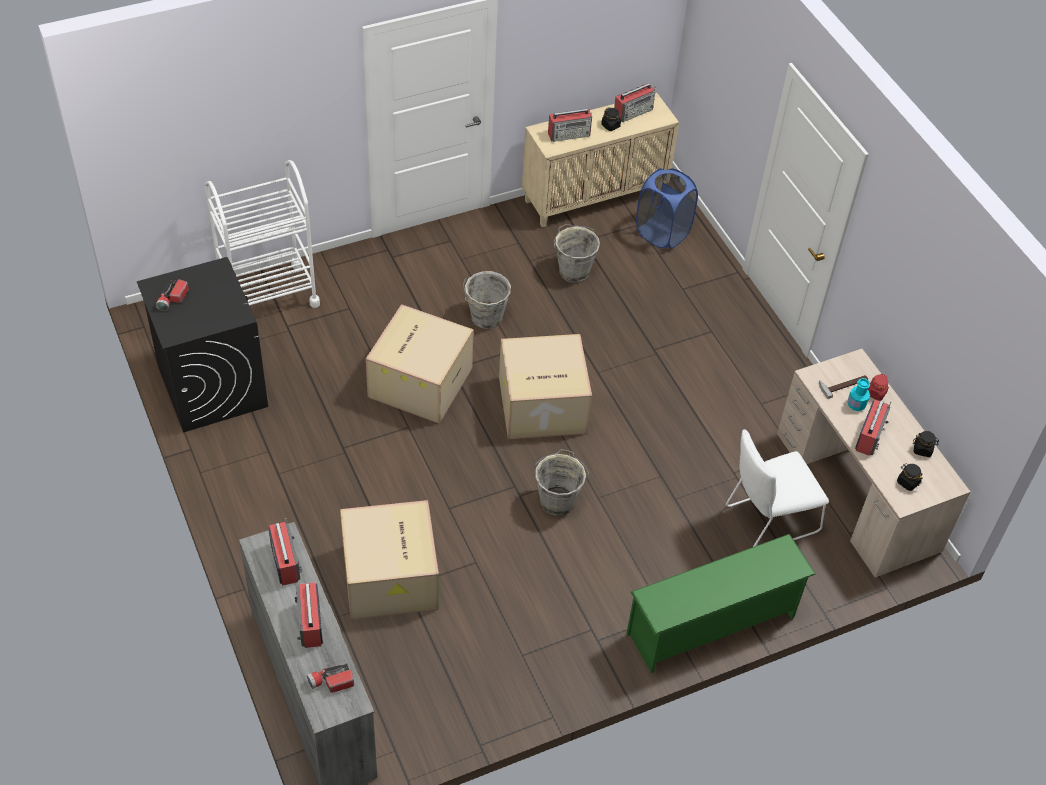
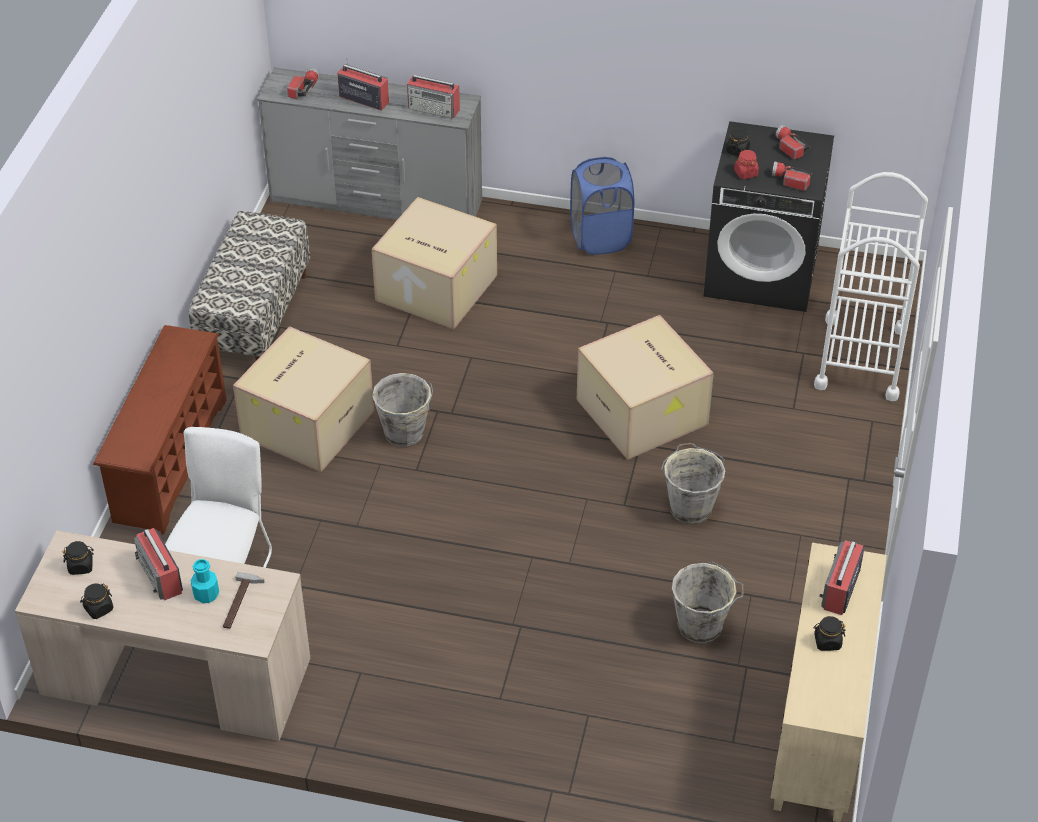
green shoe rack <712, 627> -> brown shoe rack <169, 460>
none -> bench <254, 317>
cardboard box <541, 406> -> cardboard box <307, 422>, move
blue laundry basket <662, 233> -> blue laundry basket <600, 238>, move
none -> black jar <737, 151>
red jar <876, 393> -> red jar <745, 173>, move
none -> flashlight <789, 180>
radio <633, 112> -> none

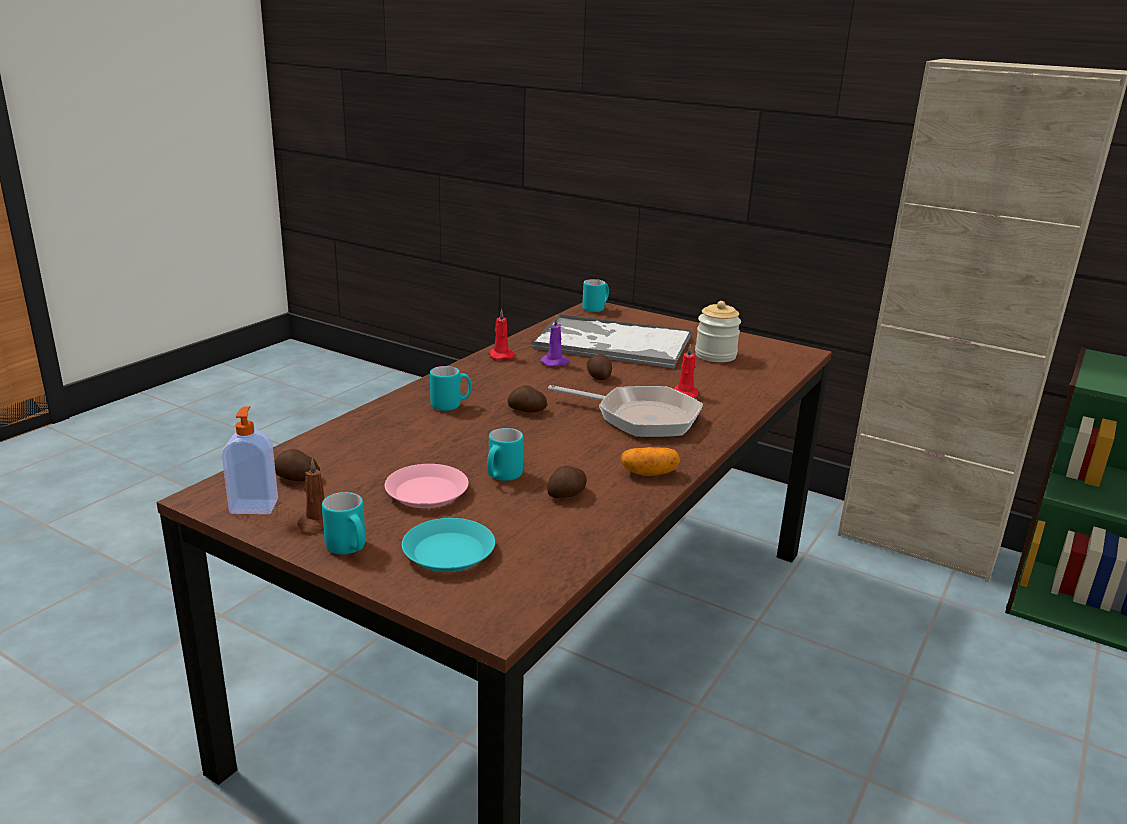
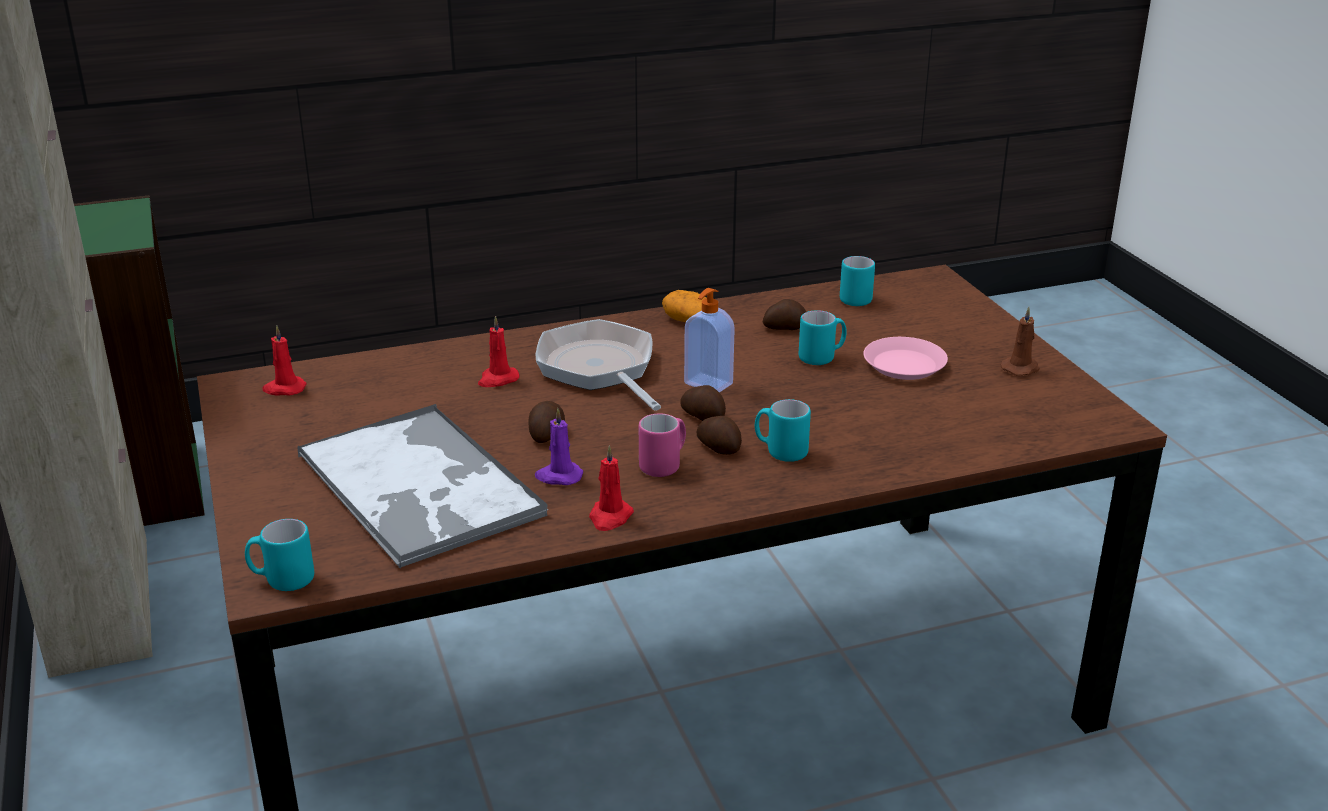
none -> red candle <284, 389>
none -> pink mug <664, 465>
soap dispenser <254, 506> -> soap dispenser <707, 384>, move
potato <296, 478> -> potato <719, 447>, move
turquoise mug <349, 549> -> turquoise mug <854, 298>, move
turquoise plate <448, 552> -> none
jar <715, 355> -> none

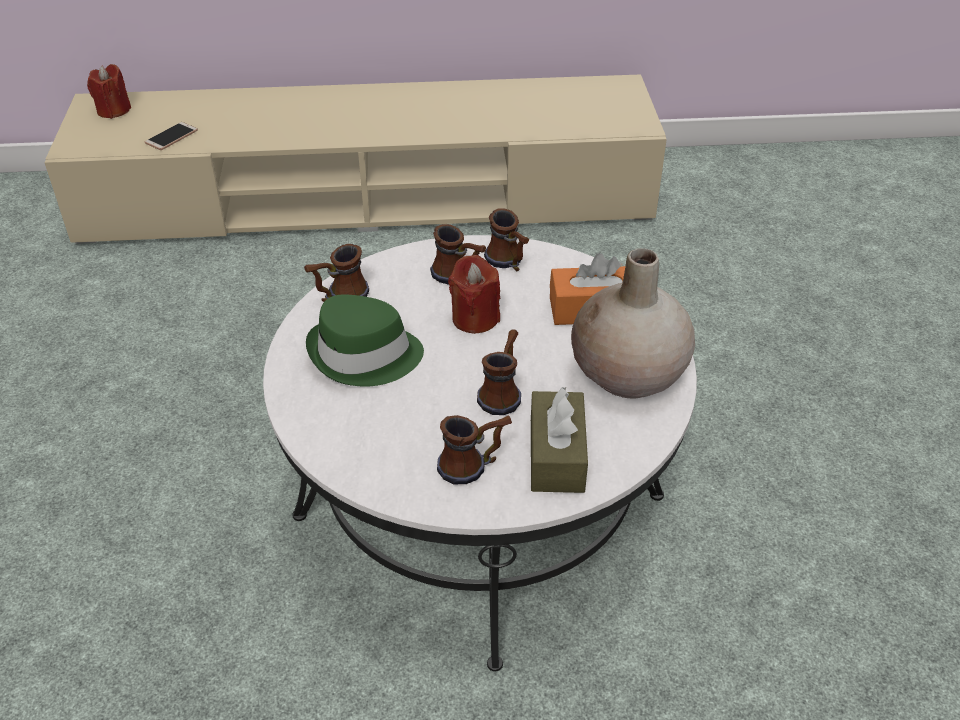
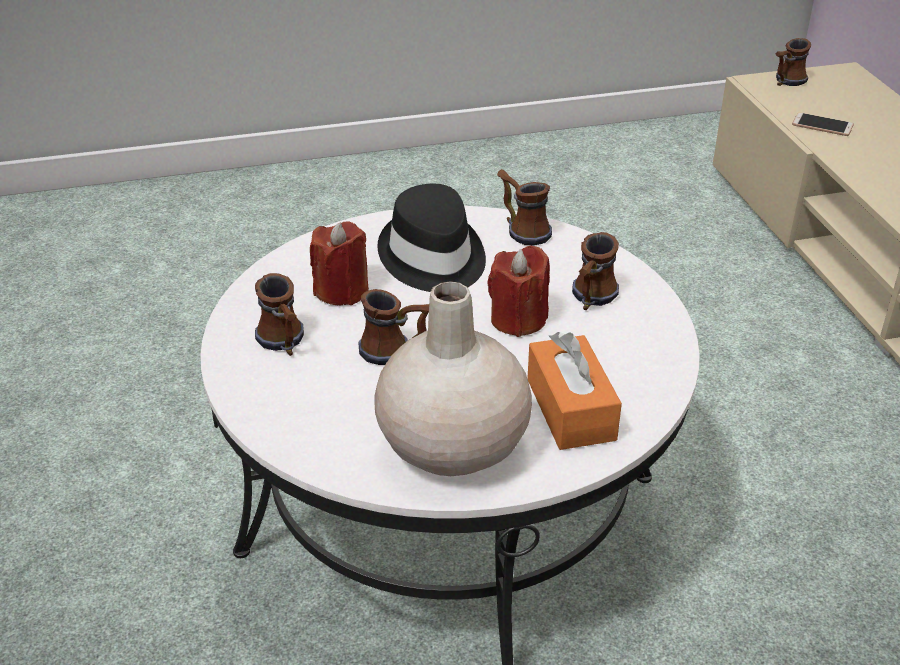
red candle <113, 110> -> red candle <342, 291>, move
green hat <364, 356> -> black hat <432, 258>
mug <508, 263> -> mug <786, 82>, move
brown tissue box <556, 455> -> none

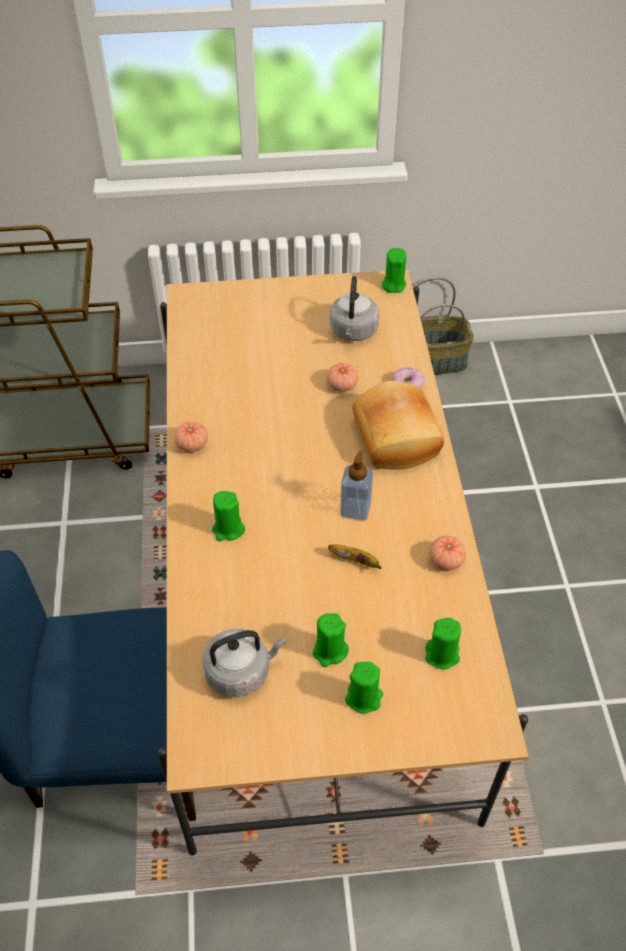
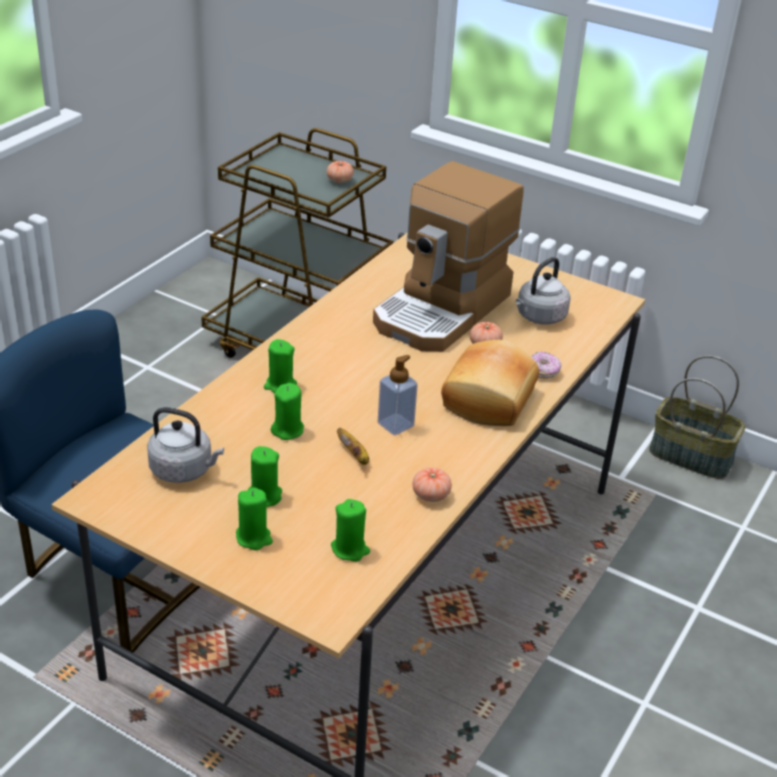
green candle <393, 285> -> green candle <288, 430>, move
tomato <192, 444> -> tomato <339, 180>, move
none -> coffee machine <443, 311>

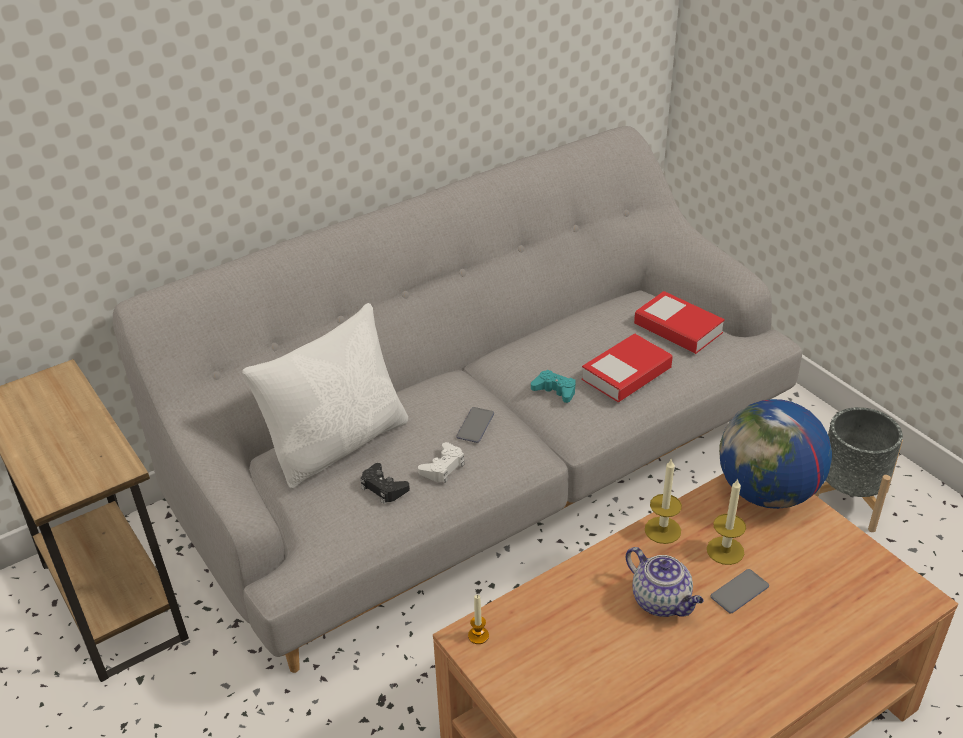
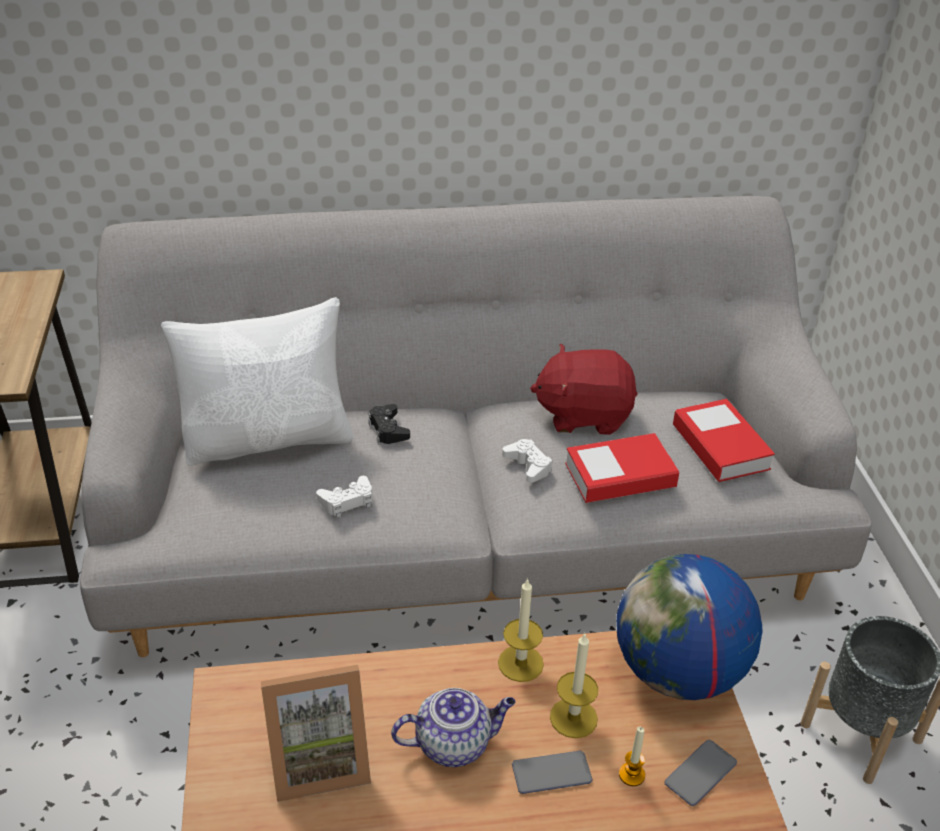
none -> picture frame <319, 761>
black game controller <383, 488> -> black game controller <388, 429>, move
teapot <662, 601> -> teapot <454, 743>, 90 degrees counterclockwise
turquoise game controller <555, 390> -> white game controller <528, 465>
none -> red plush toy <583, 415>
candle <478, 636> -> candle <631, 775>, move
phone <475, 426> -> phone <700, 773>, move

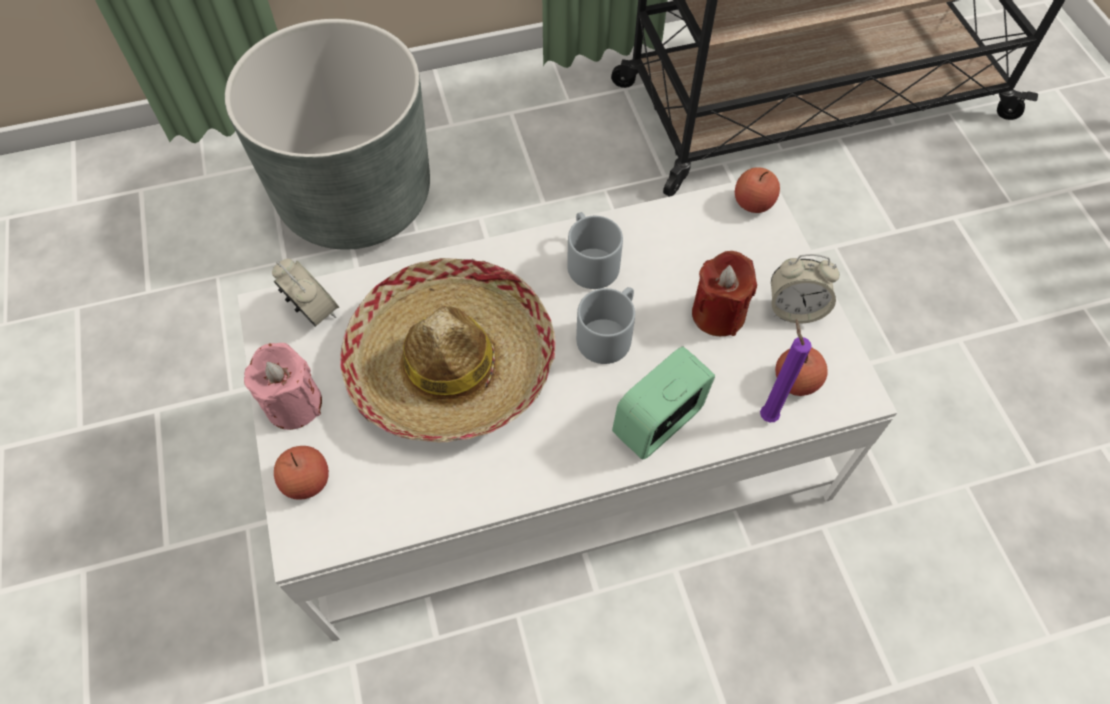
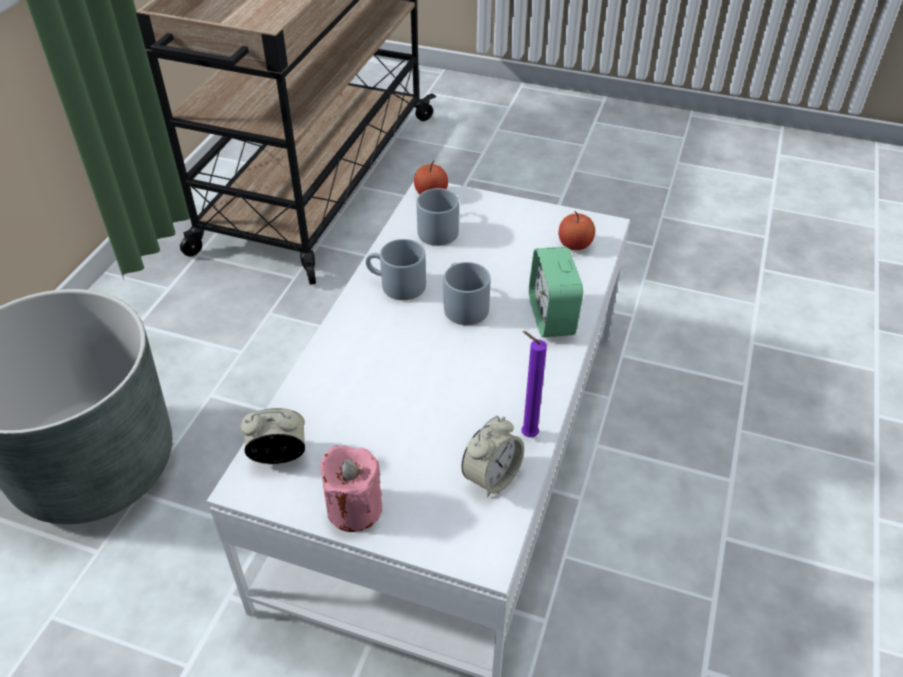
none -> grey mug <438, 228>
alarm clock <794, 308> -> alarm clock <491, 478>, move
purple candle <766, 414> -> purple candle <526, 434>, move
apple <307, 481> -> none
hat <451, 363> -> none
red candle <718, 314> -> none

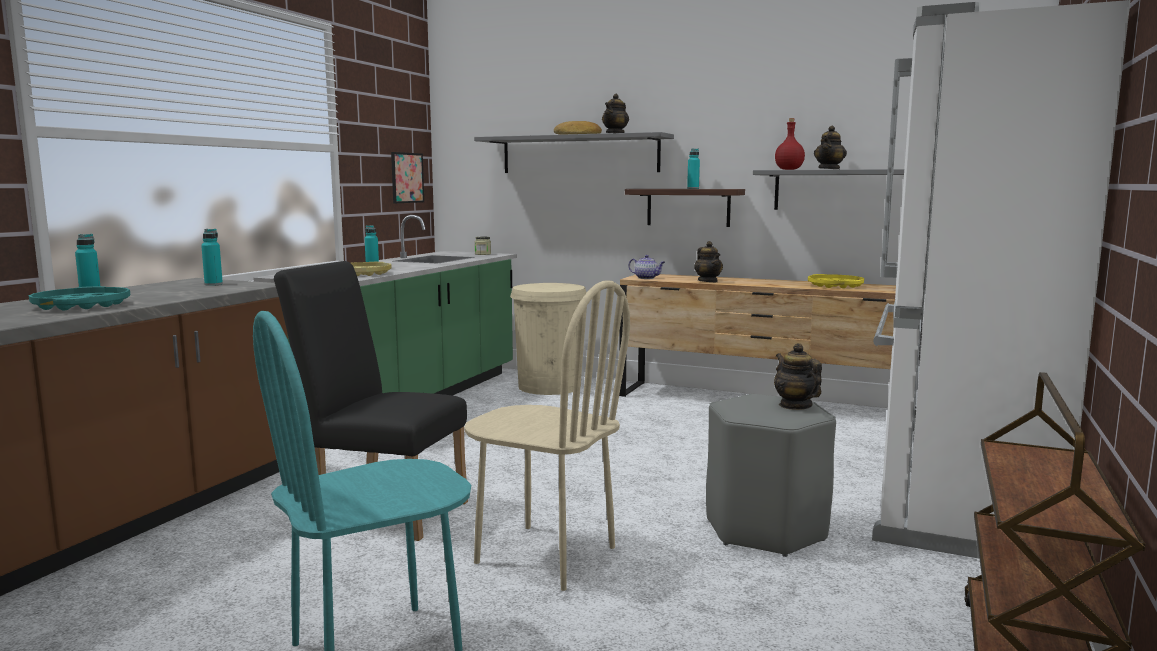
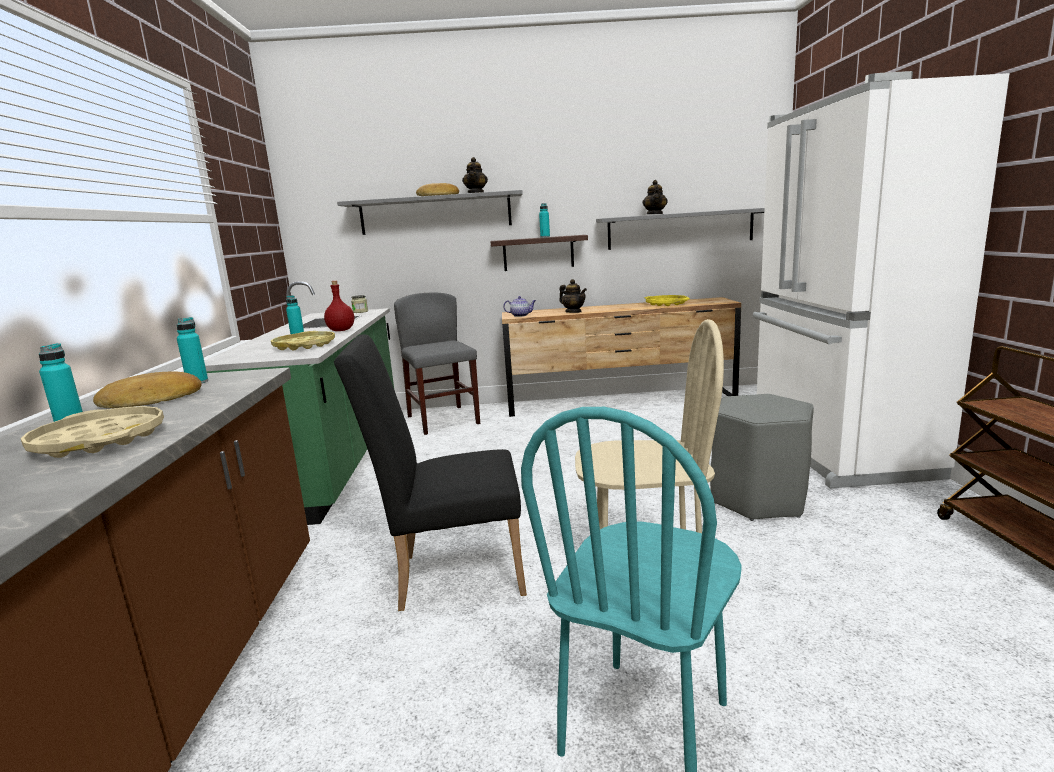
turquoise tray <82, 305> -> beige tray <100, 440>
none -> bread <153, 399>
red bottle <789, 169> -> red bottle <341, 330>, move
beige trash can <549, 386> -> grey chair <443, 420>
picture <407, 177> -> none
teapot <795, 406> -> none

